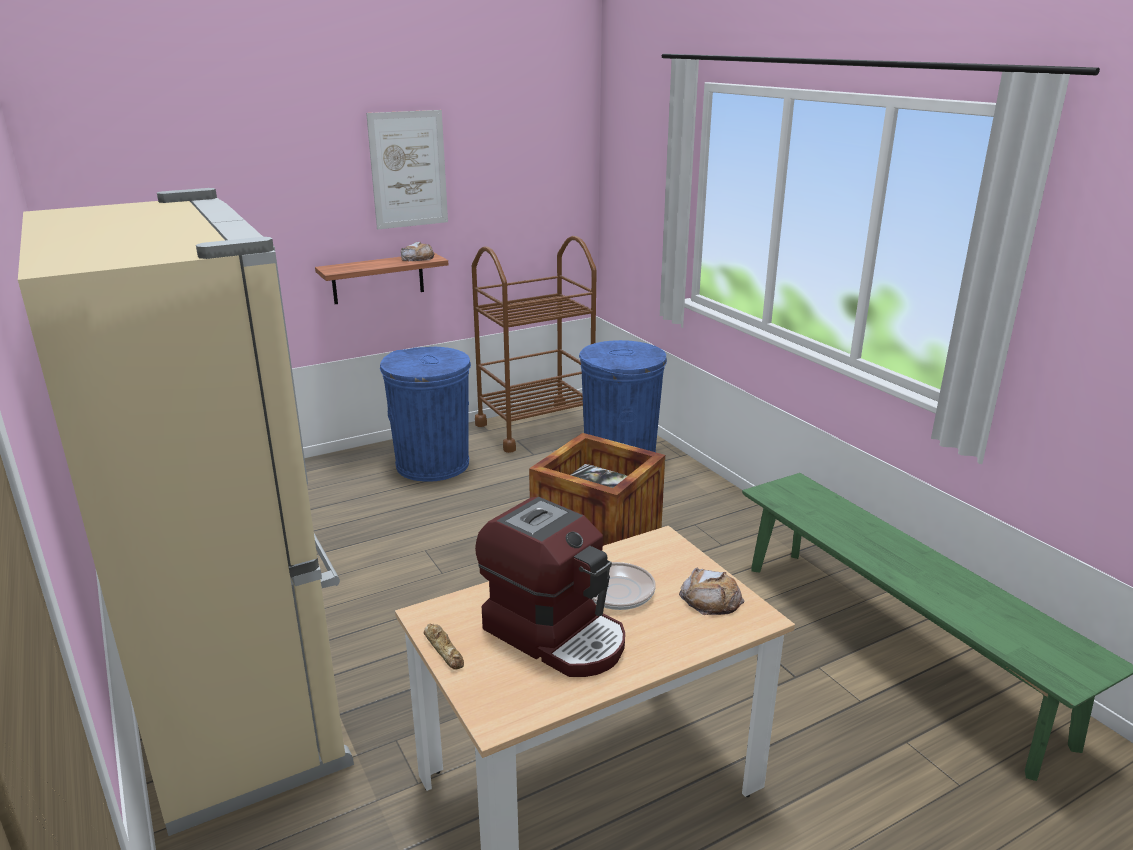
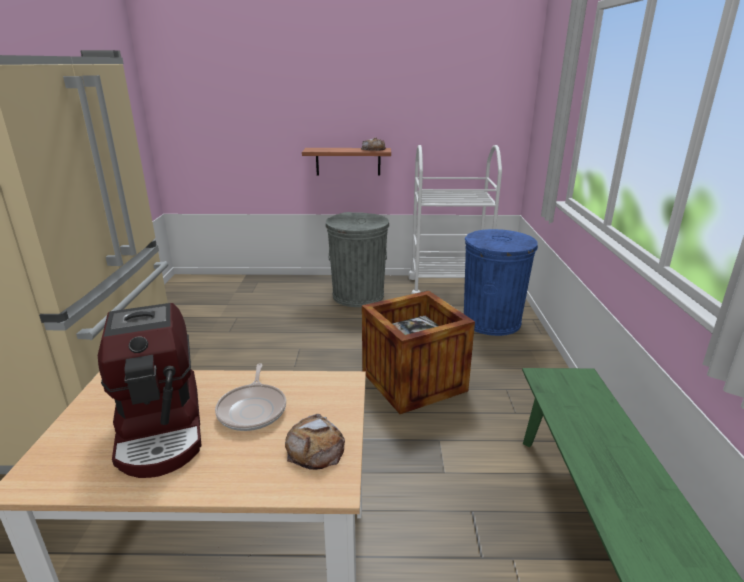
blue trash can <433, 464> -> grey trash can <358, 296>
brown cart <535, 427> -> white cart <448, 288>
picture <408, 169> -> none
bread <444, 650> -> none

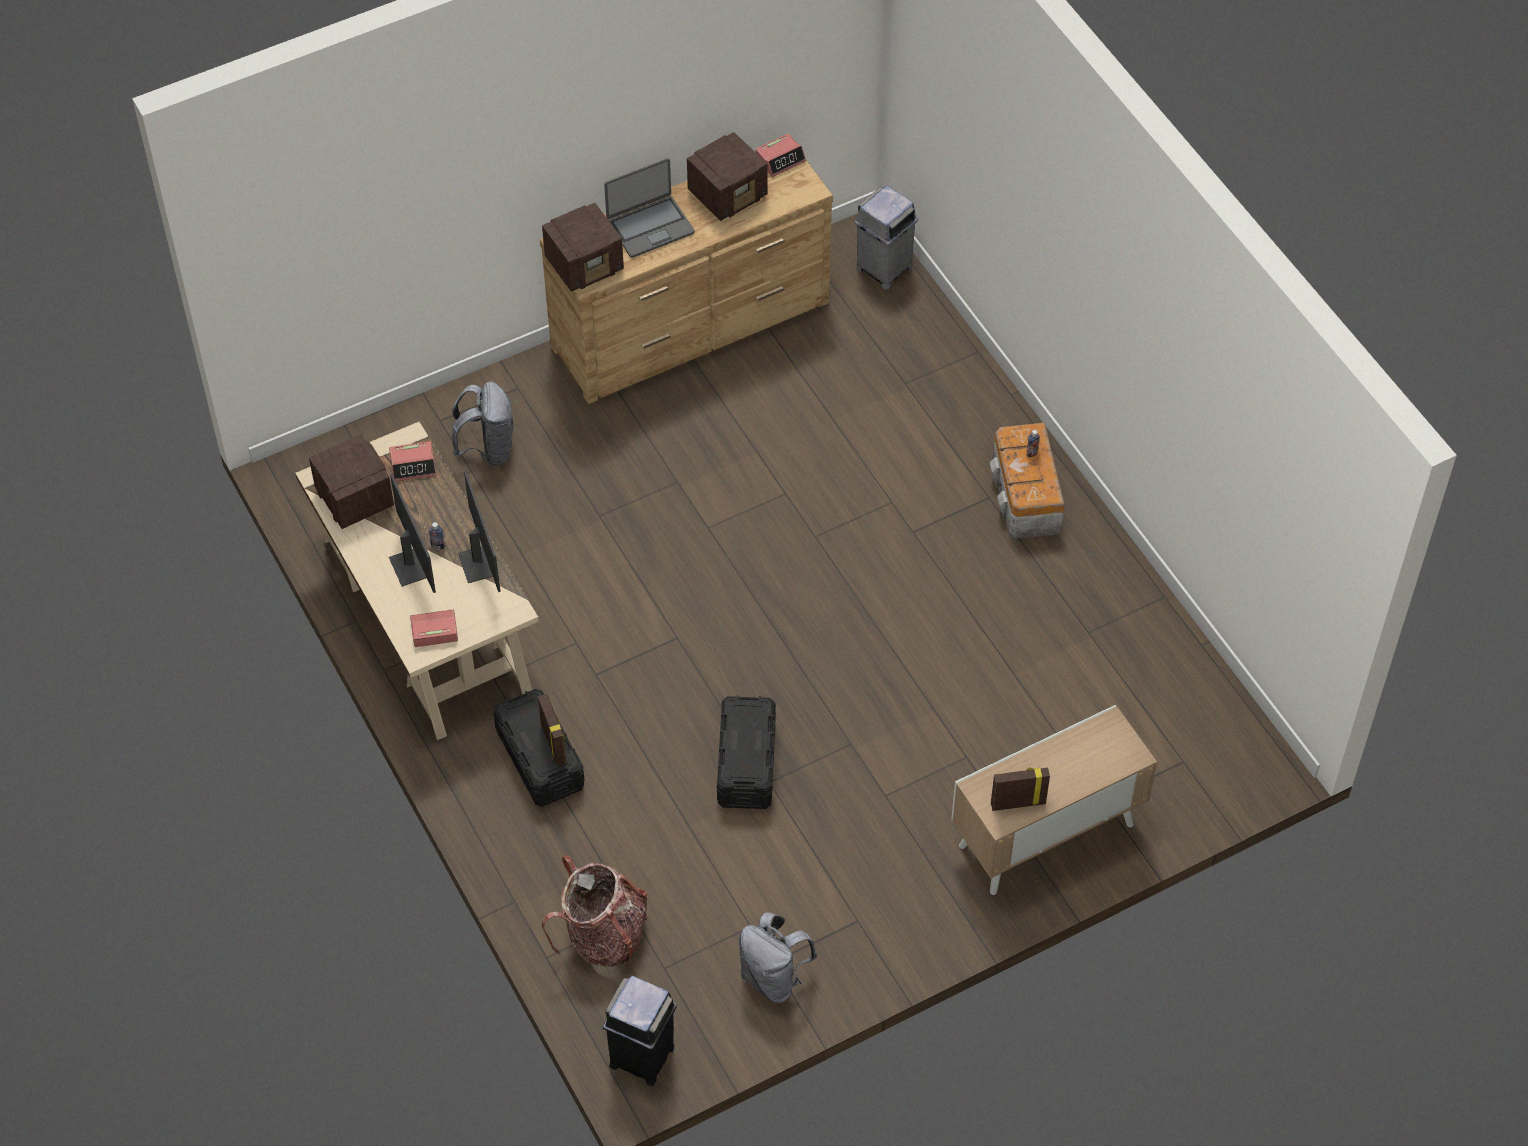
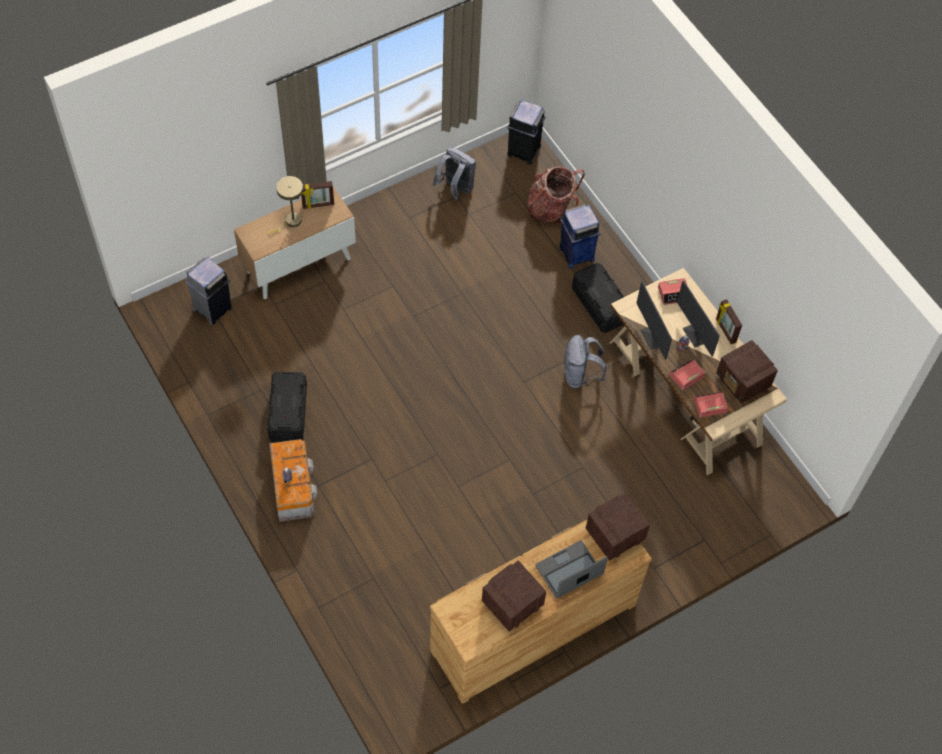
grey trash can <883, 268> -> grey trash can <213, 308>, move
black storage box <746, 764> -> black storage box <288, 414>, move
none -> beige table lamp <290, 222>
none -> blue trash can <576, 254>
grey backpack <488, 449> -> grey backpack <580, 375>, move
alarm clock <780, 159> -> alarm clock <685, 376>, move
picture frame <554, 743> -> picture frame <725, 331>, move

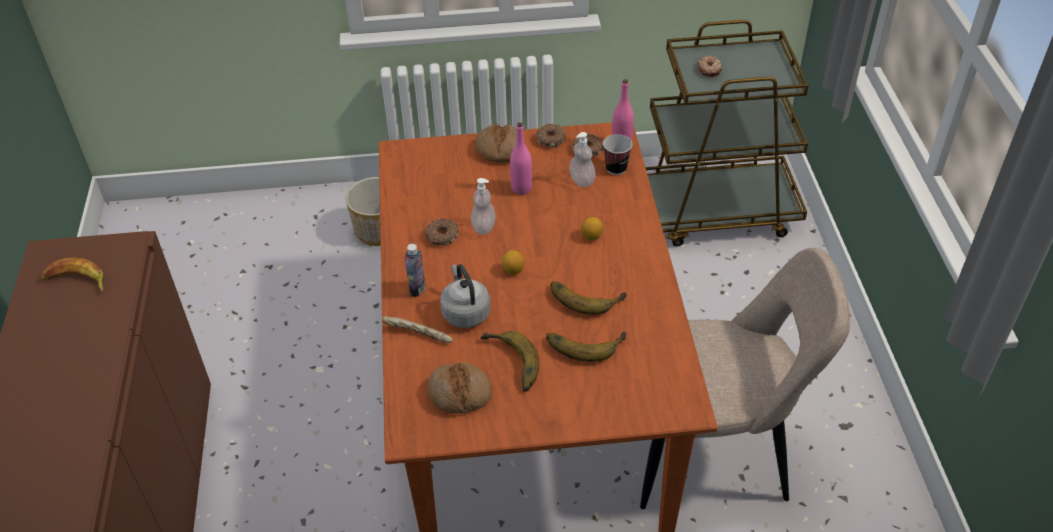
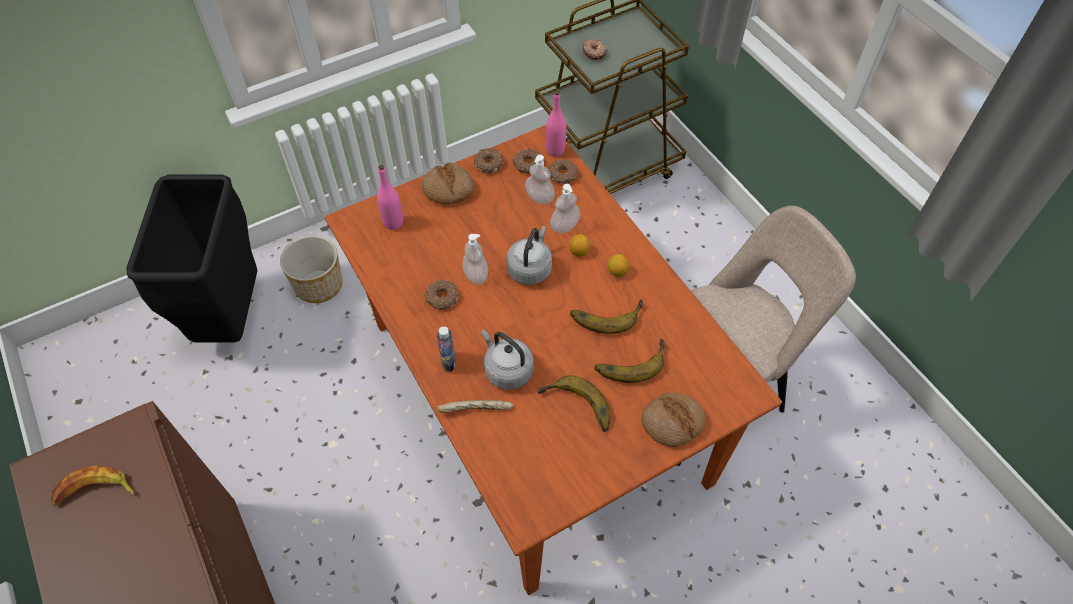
none -> black trash can <231, 318>
pink bottle <521, 188> -> pink bottle <393, 222>, move
none -> grey kettle <530, 268>
cup <616, 168> -> donut <563, 175>
none -> soap dispenser <564, 226>
lemon <513, 270> -> lemon <617, 272>, move
bread <459, 393> -> bread <672, 422>, move

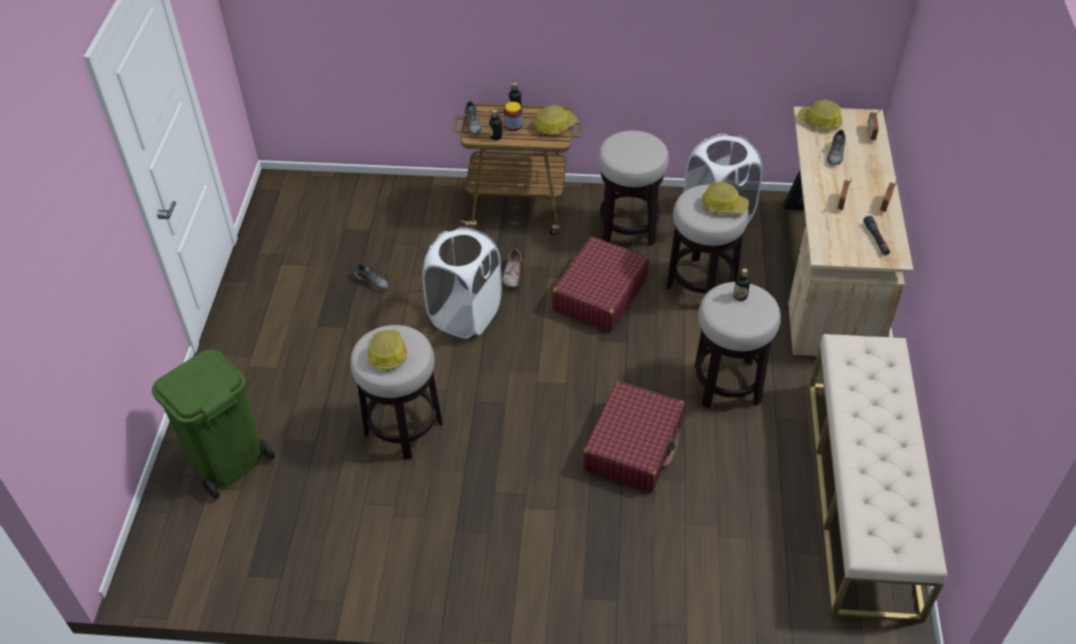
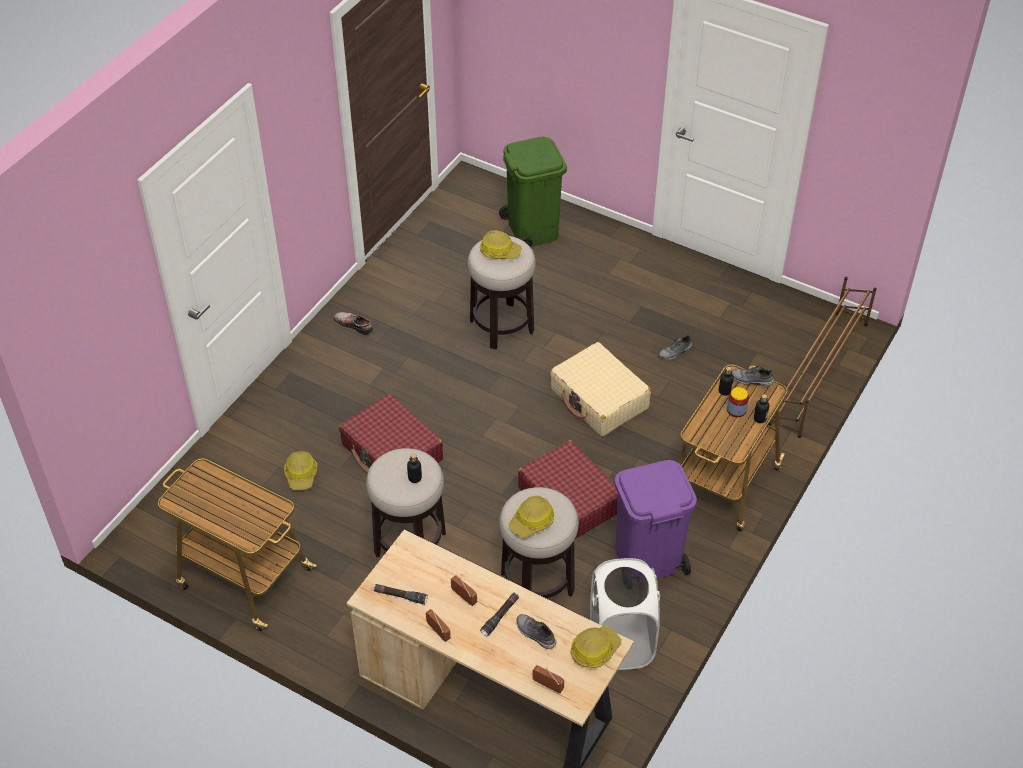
beige bench <862, 494> -> cart <243, 577>
hard hat <555, 126> -> hard hat <301, 475>, move
shoe <512, 274> -> shoe <354, 324>, move
none -> black flashlight <500, 616>
white laundry basket <465, 315> -> beige suitcase <599, 399>
stool <629, 227> -> purple trash can <647, 560>
none -> brown shoe rack <818, 373>

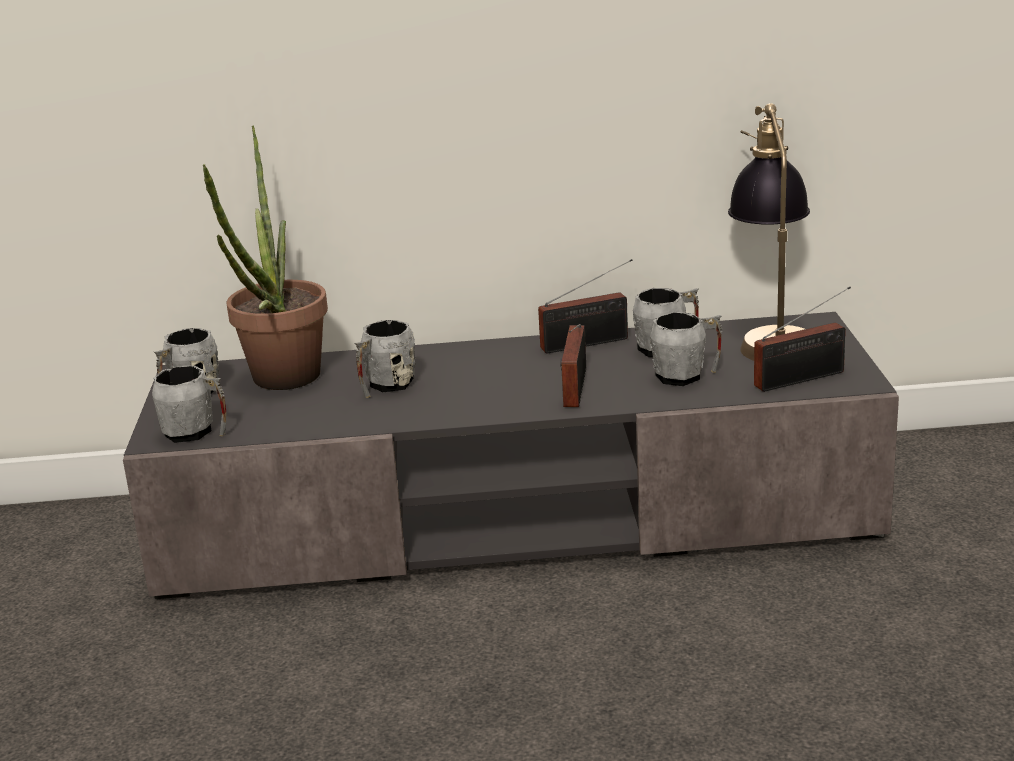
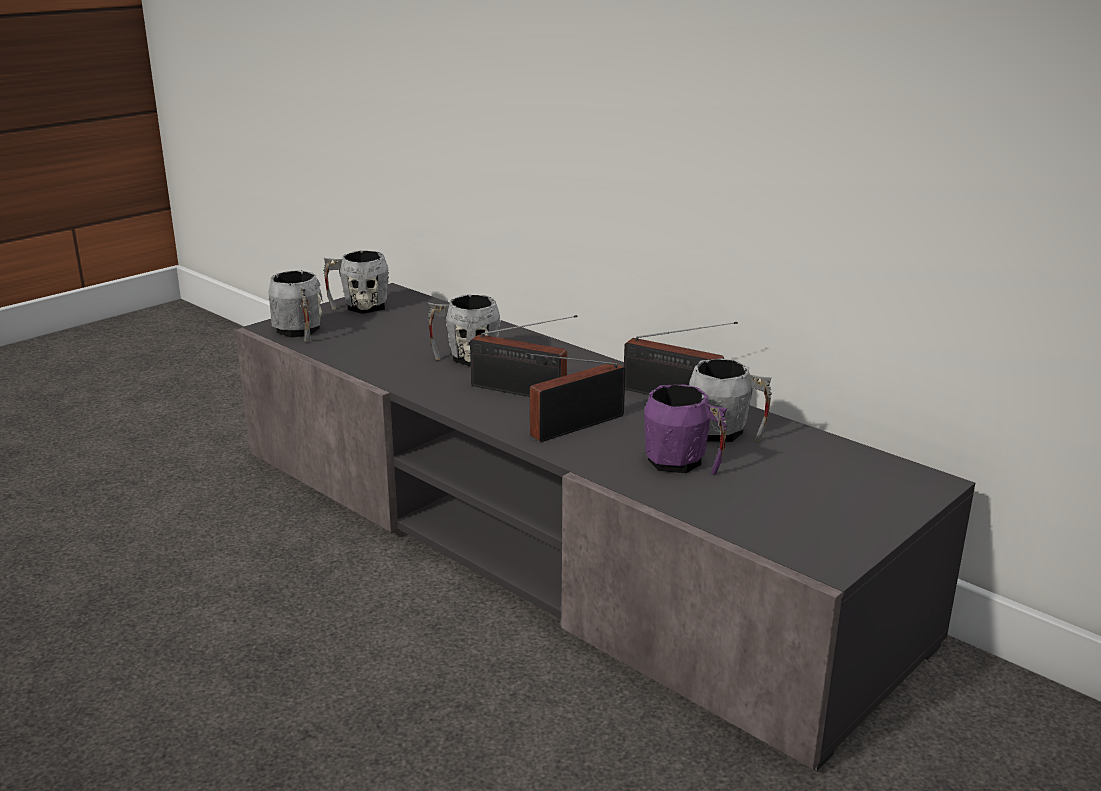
radio <804, 378> -> radio <523, 392>, move
grey mug <686, 376> -> purple mug <683, 464>
potted plant <281, 383> -> none
table lamp <773, 335> -> none

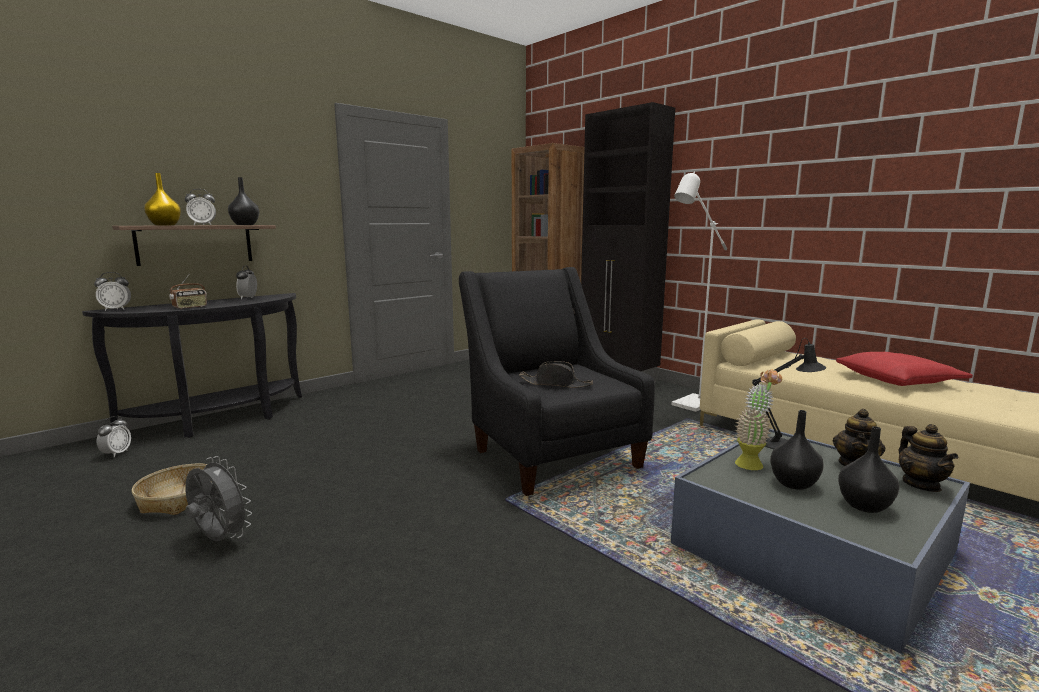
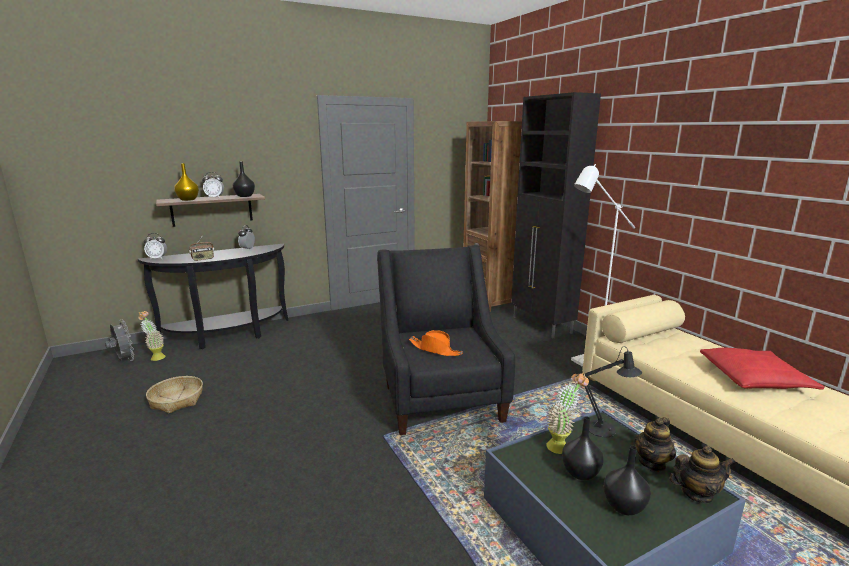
grey fan <219, 540> -> grey fan <124, 361>, move
alarm clock <116, 453> -> potted plant <155, 357>
black hat <556, 384> -> orange hat <435, 349>
teapot <921, 484> -> teapot <697, 494>, 105 degrees counterclockwise

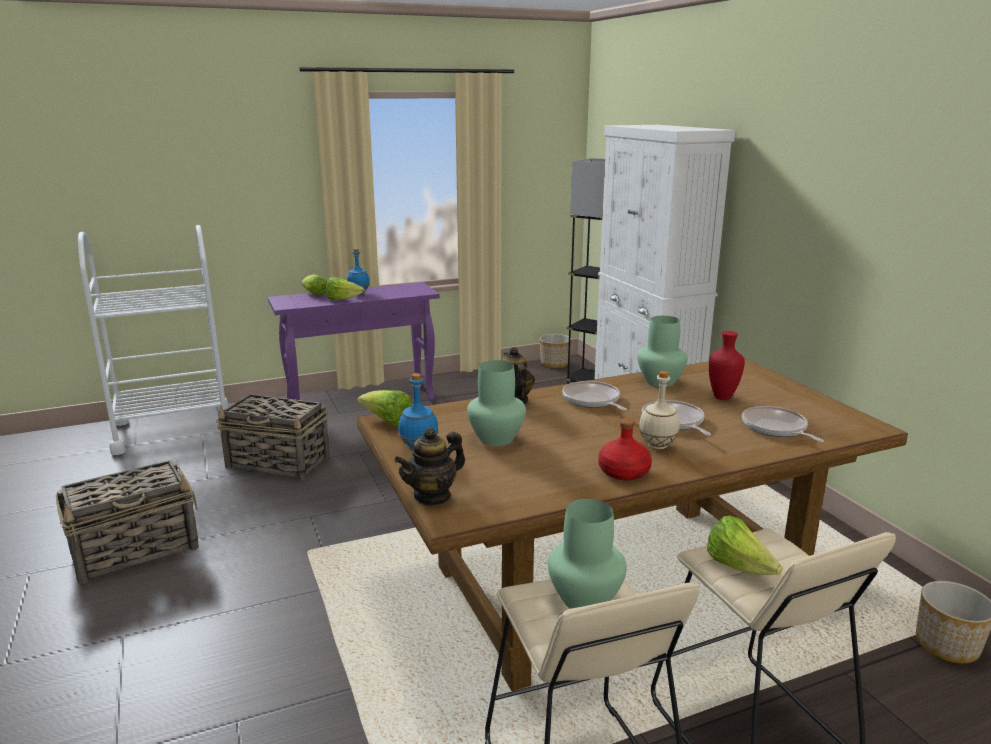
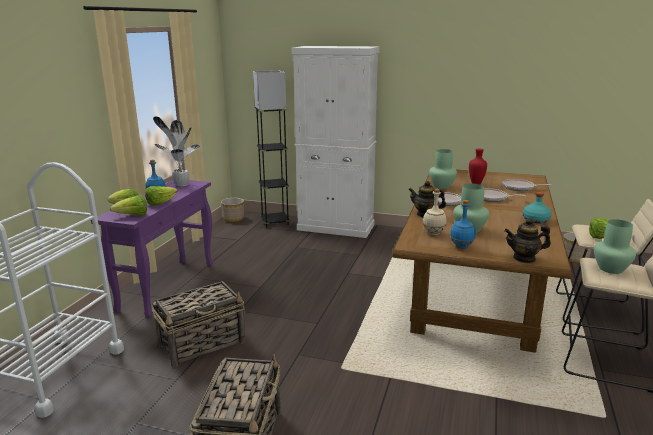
lettuce <388, 422> -> lettuce <133, 216>, move
none -> potted plant <180, 185>
beige bottle <657, 446> -> beige bottle <434, 233>, move
teapot <432, 496> -> teapot <524, 258>, 90 degrees clockwise
red bottle <623, 472> -> turquoise bottle <535, 220>

